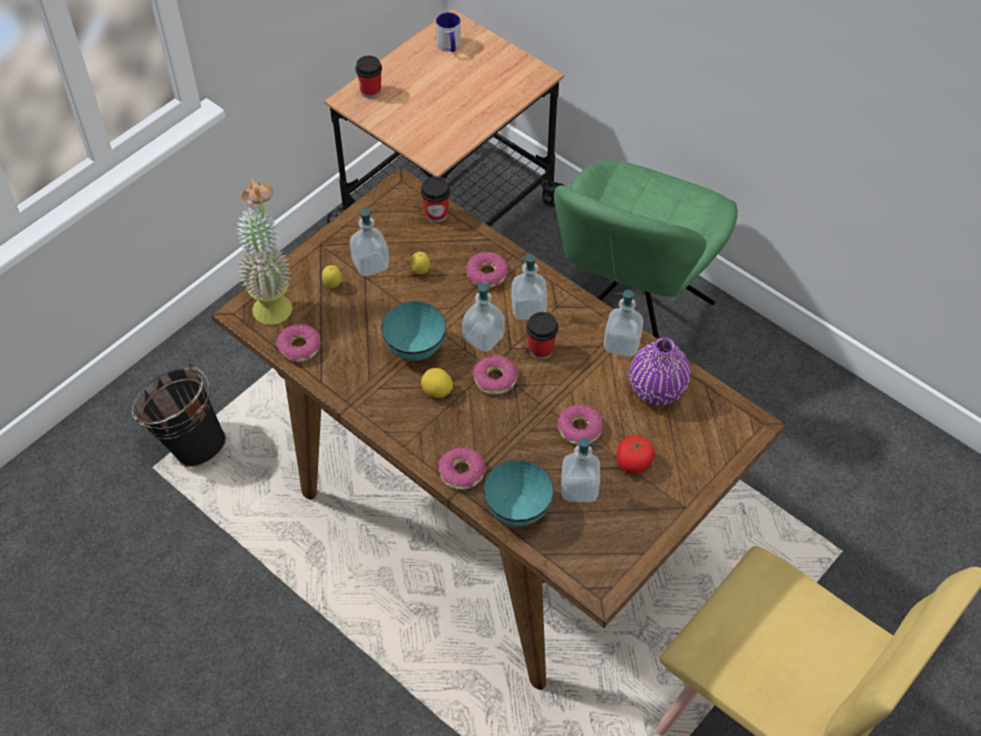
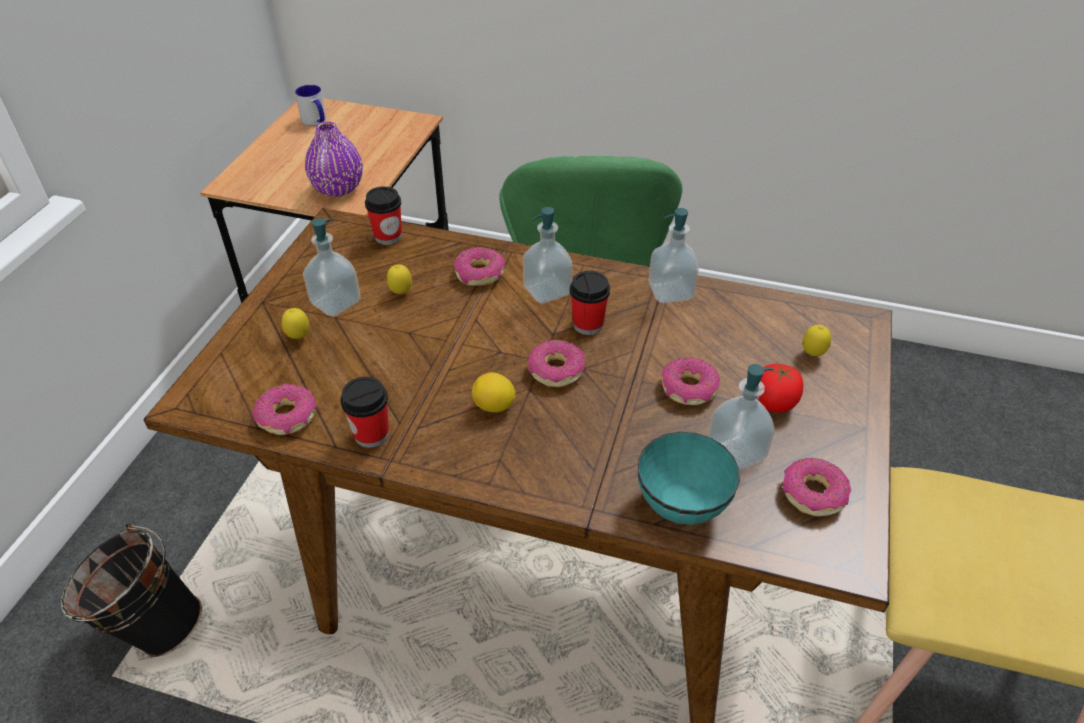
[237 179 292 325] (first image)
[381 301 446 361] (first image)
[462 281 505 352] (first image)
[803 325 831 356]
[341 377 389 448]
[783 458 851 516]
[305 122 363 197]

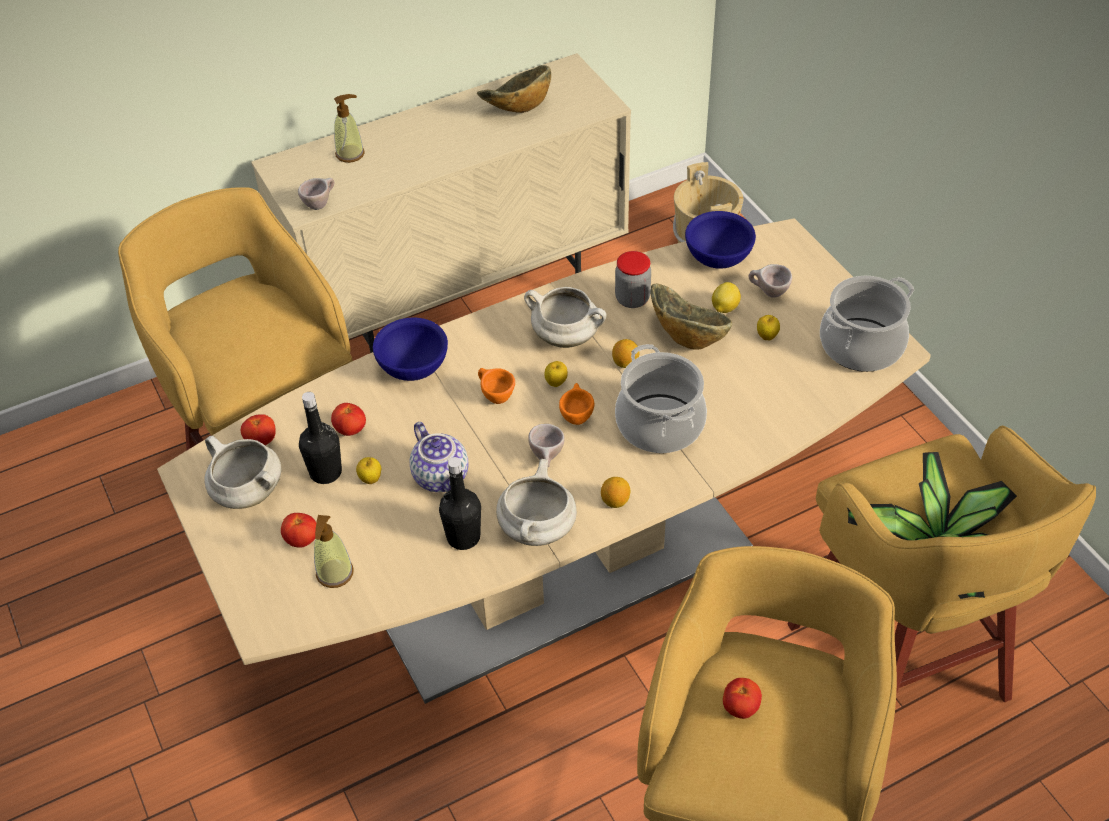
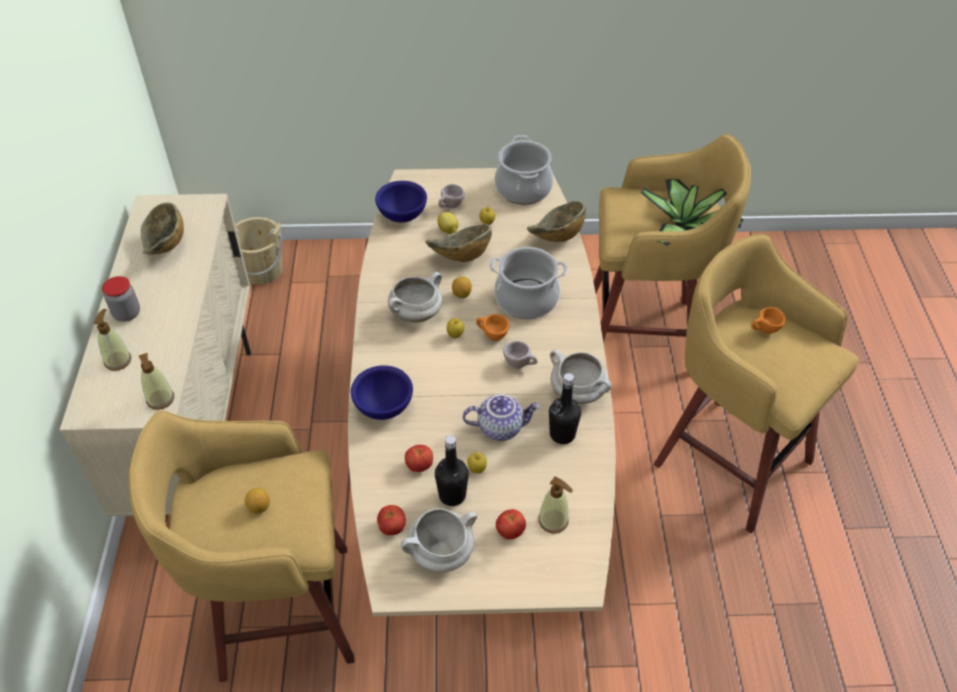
[723 678 762 719] (first image)
[527 201 586 242]
[751 307 786 334]
[245 488 270 514]
[102 276 140 322]
[139 353 174 410]

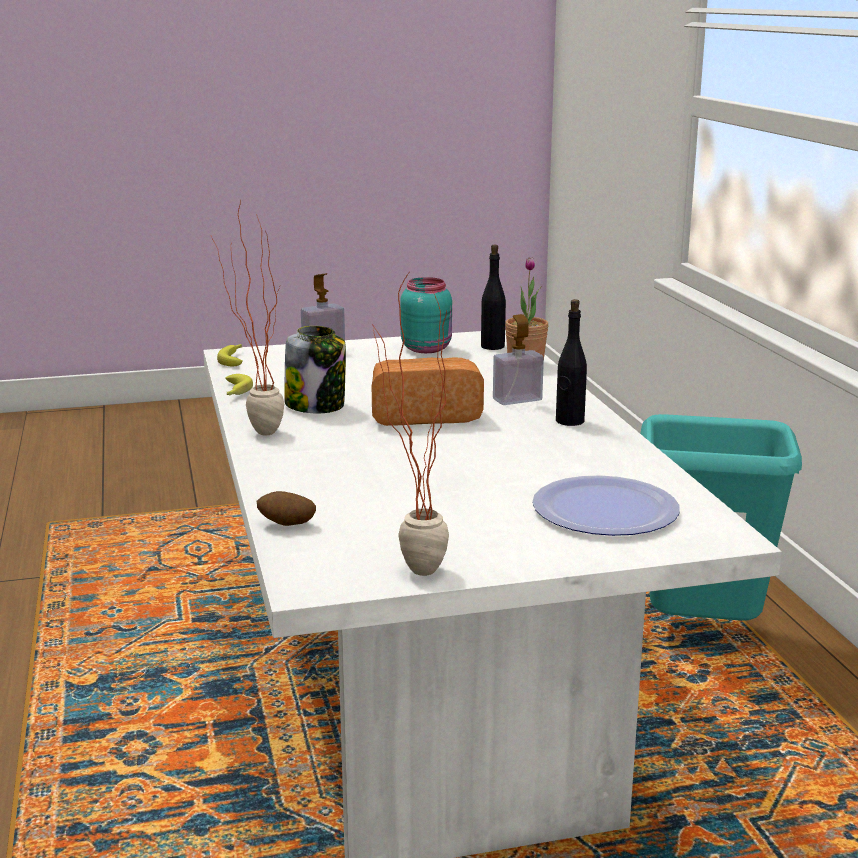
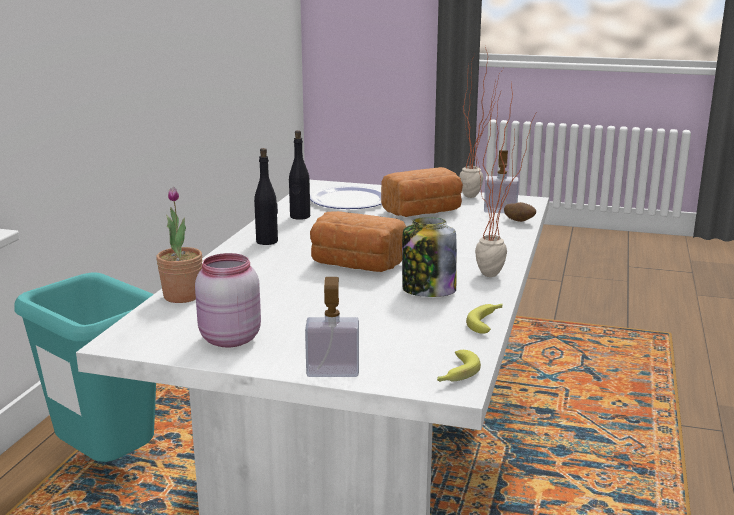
[381 167 463 217]
[289 130 310 220]
[484 150 519 213]
[195 253 261 347]

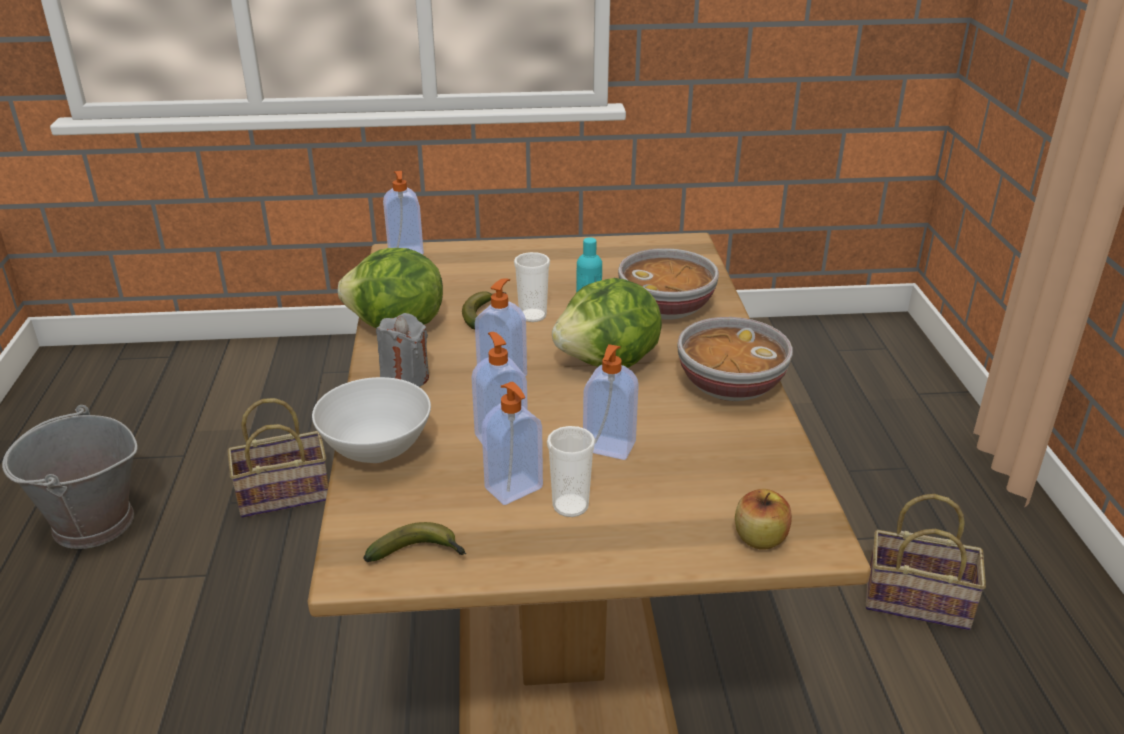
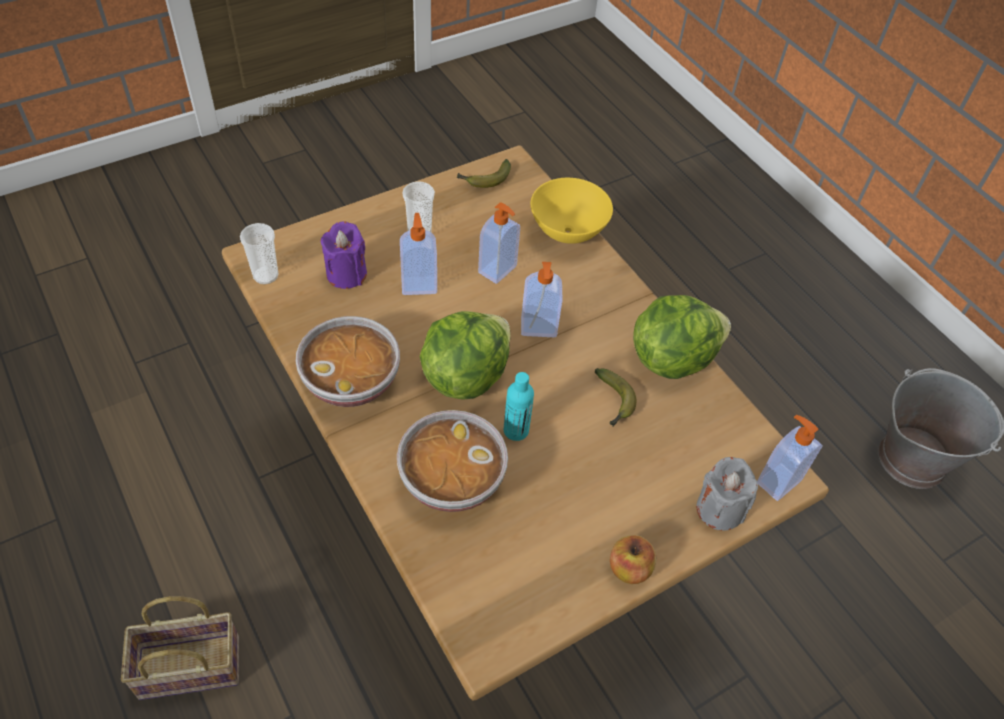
[227 398 329 518] (first image)
[482 382 543 505] (first image)
[320 222 367 289]
[696 457 758 530]
[240 223 279 284]
[610 535 657 584]
[531 178 613 244]

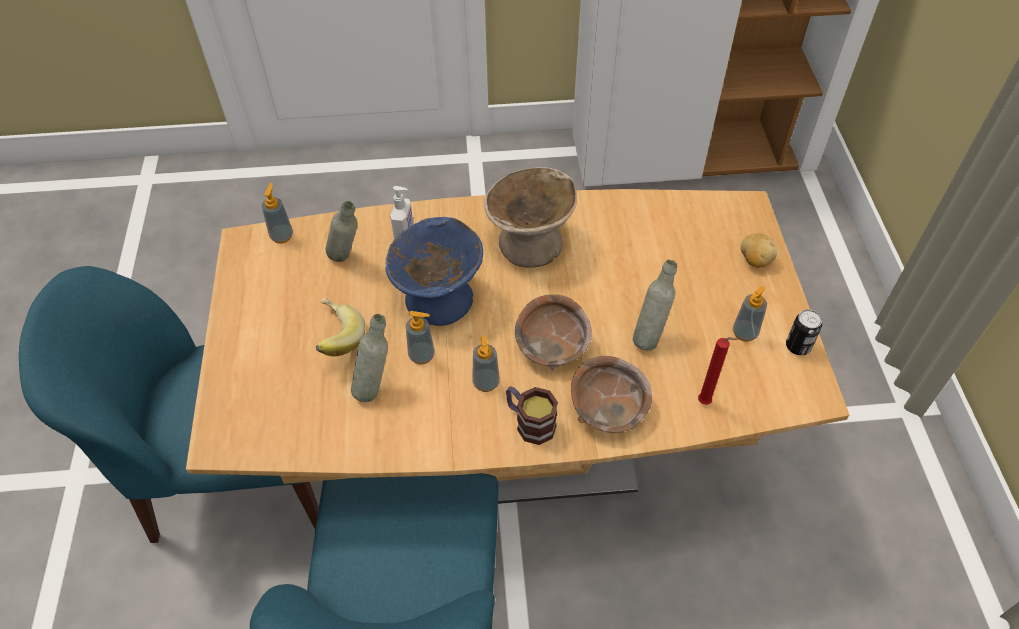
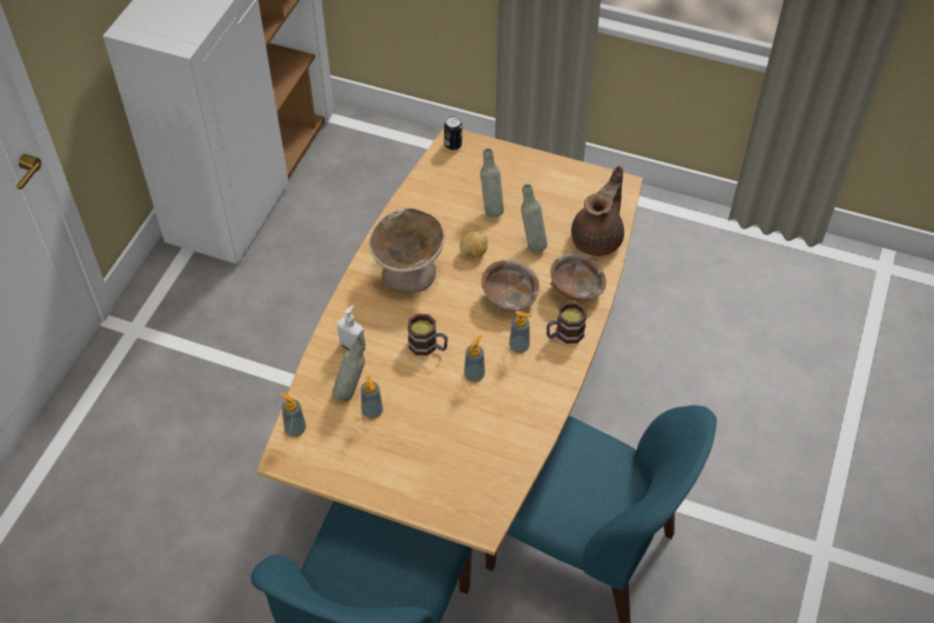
[316 297 365 356] (first image)
[480 148 504 217]
[361 375 383 419]
[460 231 488 257]
[444 116 462 150]
[407 314 448 356]
[571 166 624 256]

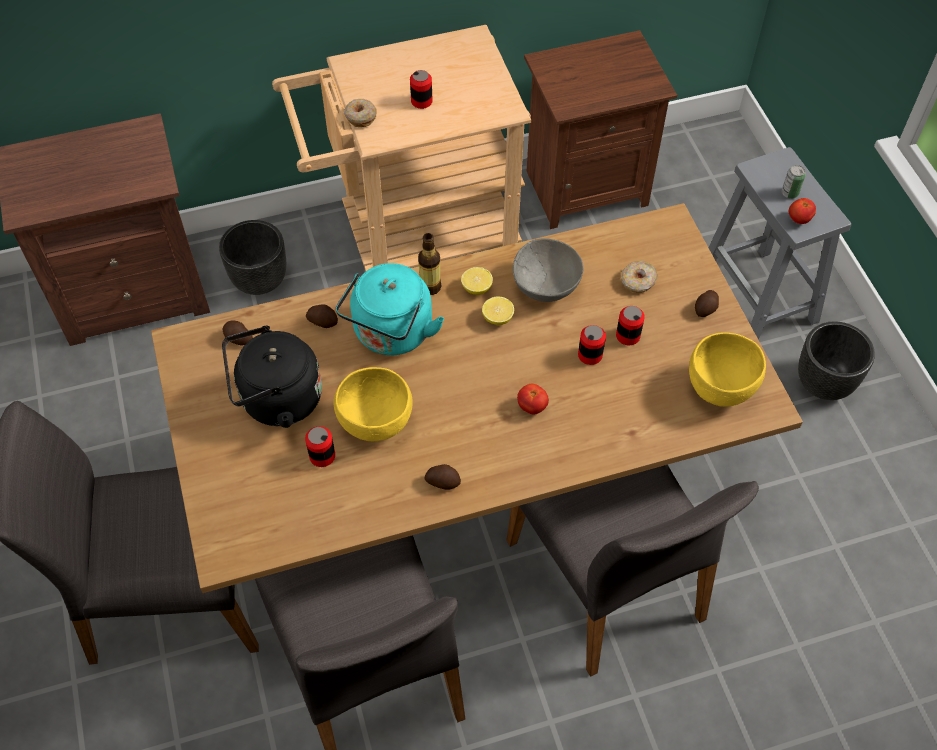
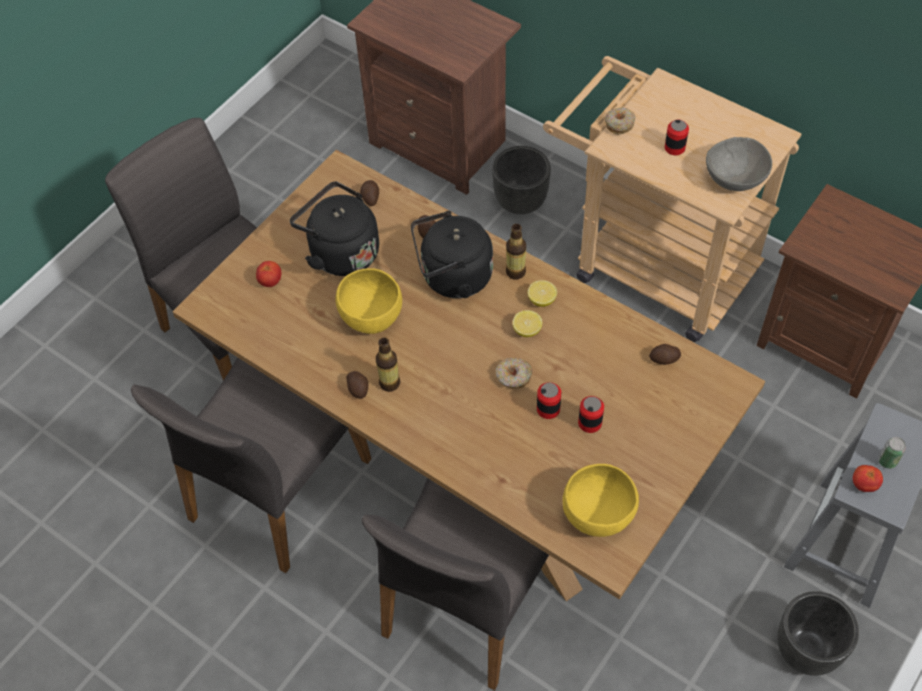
[305 426 335 467] (first image)
[376 338 400 392]
[706 137 772 191]
[256 261 281 287]
[496 358 533 388]
[649 344 681 365]
[411 211 493 298]

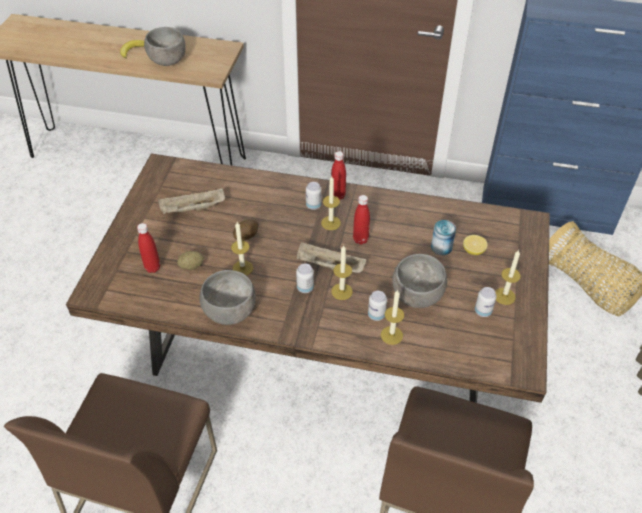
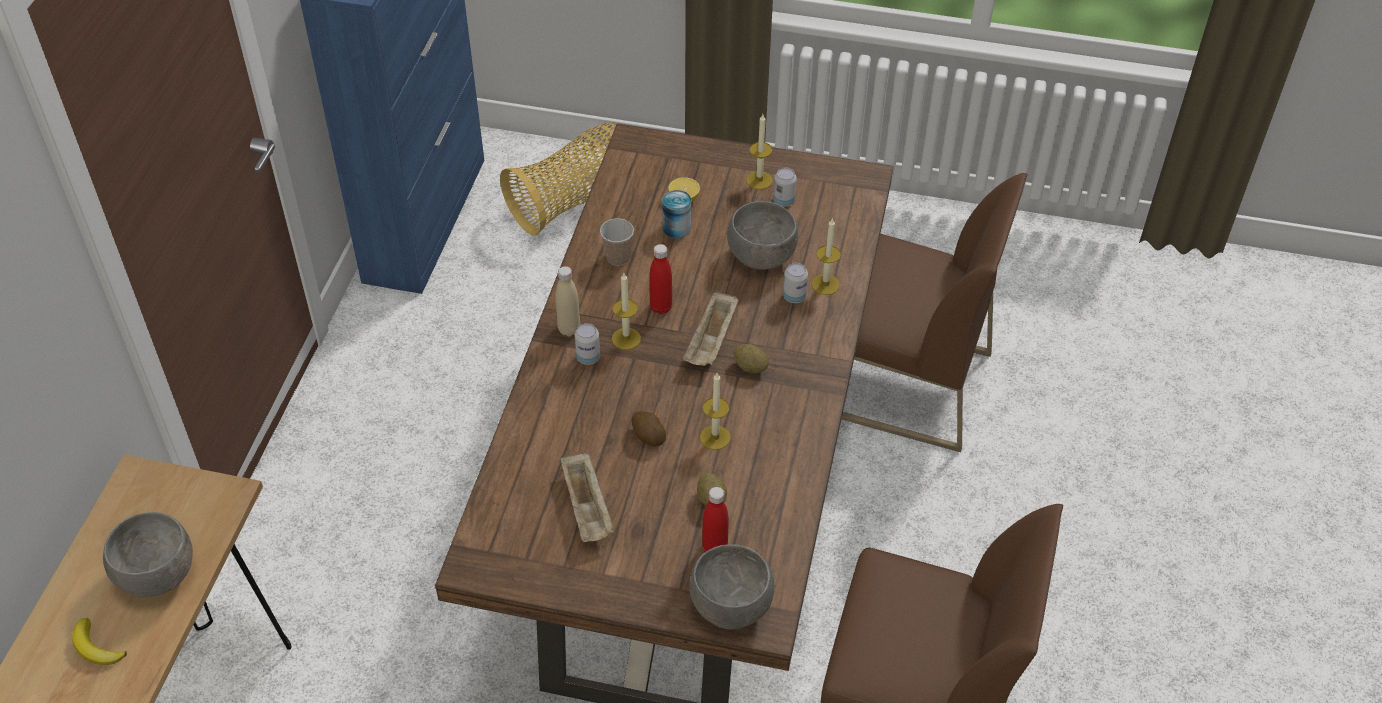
[331 245 353 300] (first image)
[600 218 634 266]
[690 544 774 629]
[734 344 769 373]
[555 266 580 337]

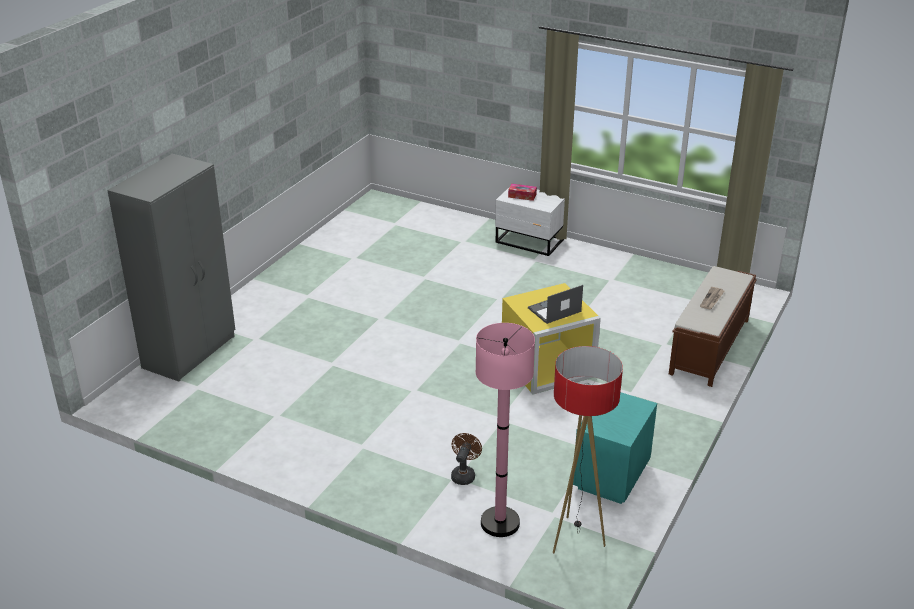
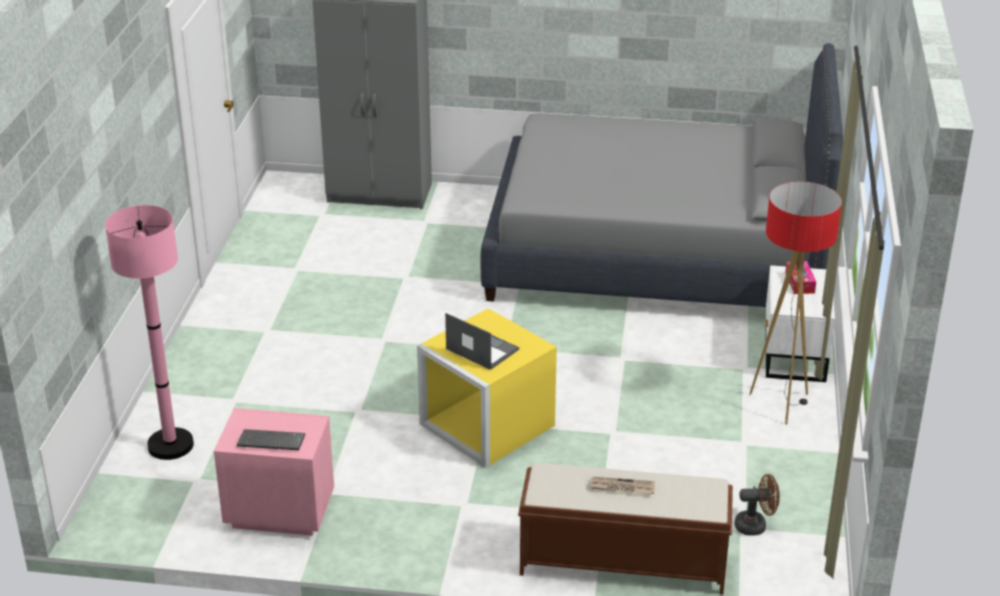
[237 429 305 450]
[481 43 843 307]
[734 474 780 536]
[750 182 842 424]
[214 408 334 536]

